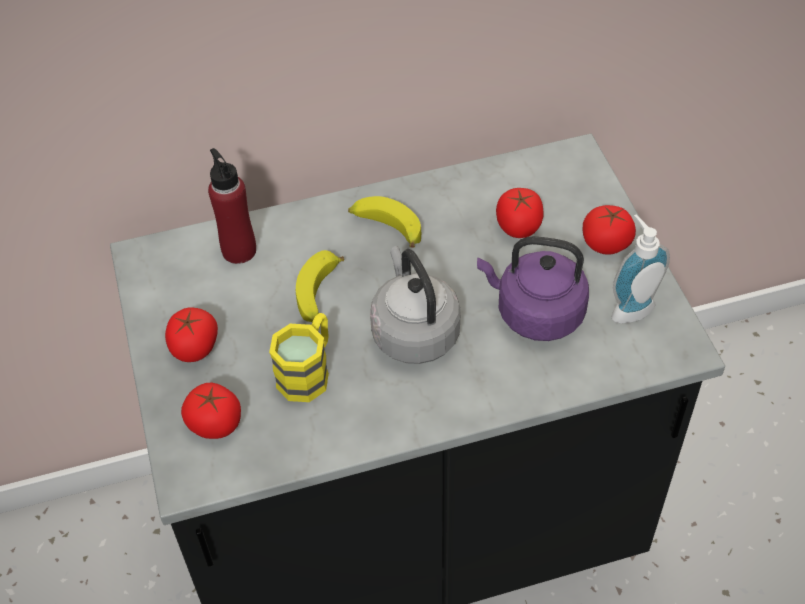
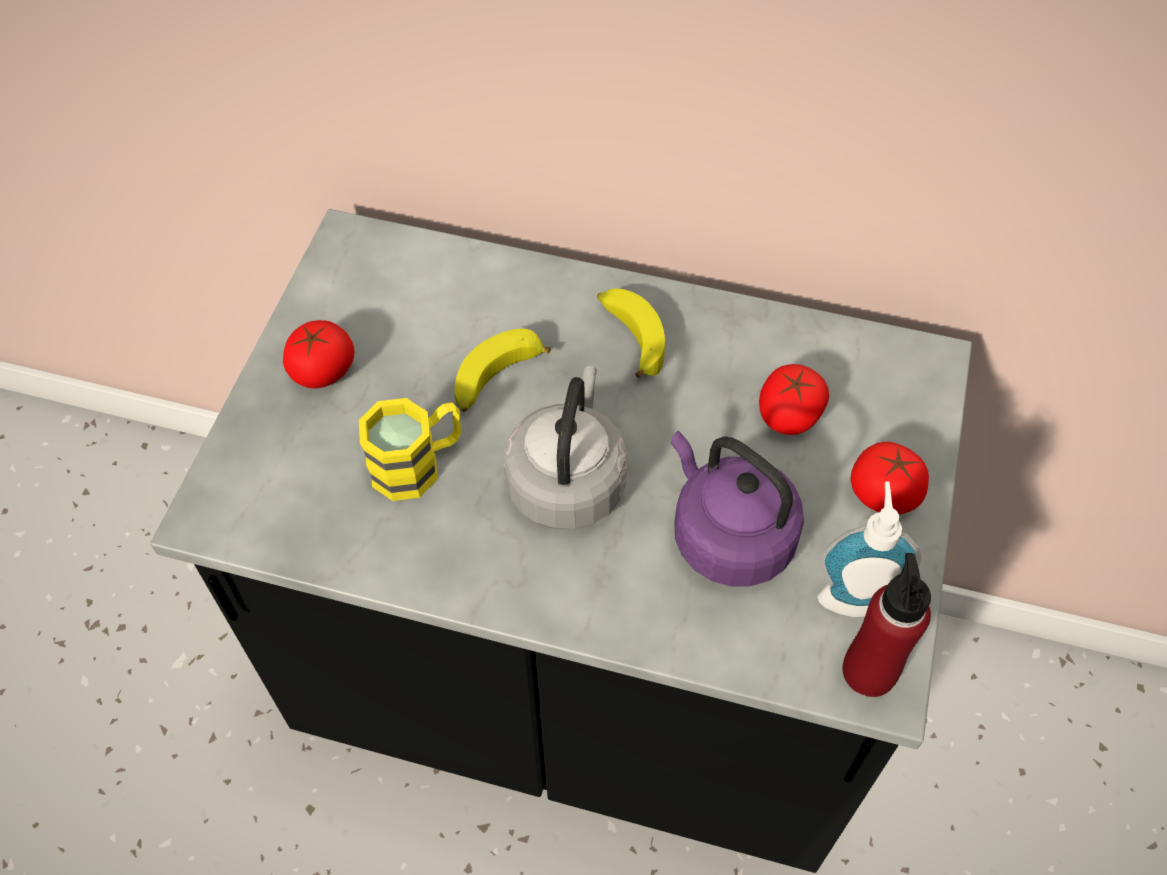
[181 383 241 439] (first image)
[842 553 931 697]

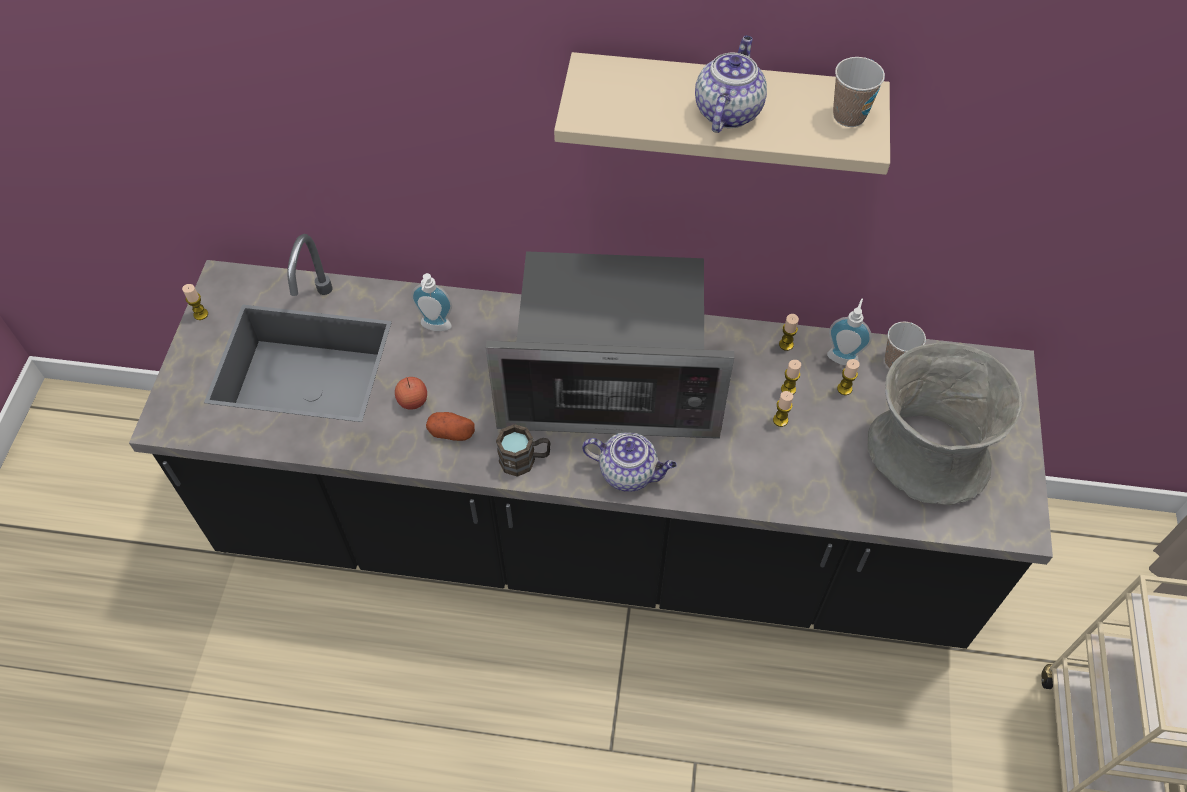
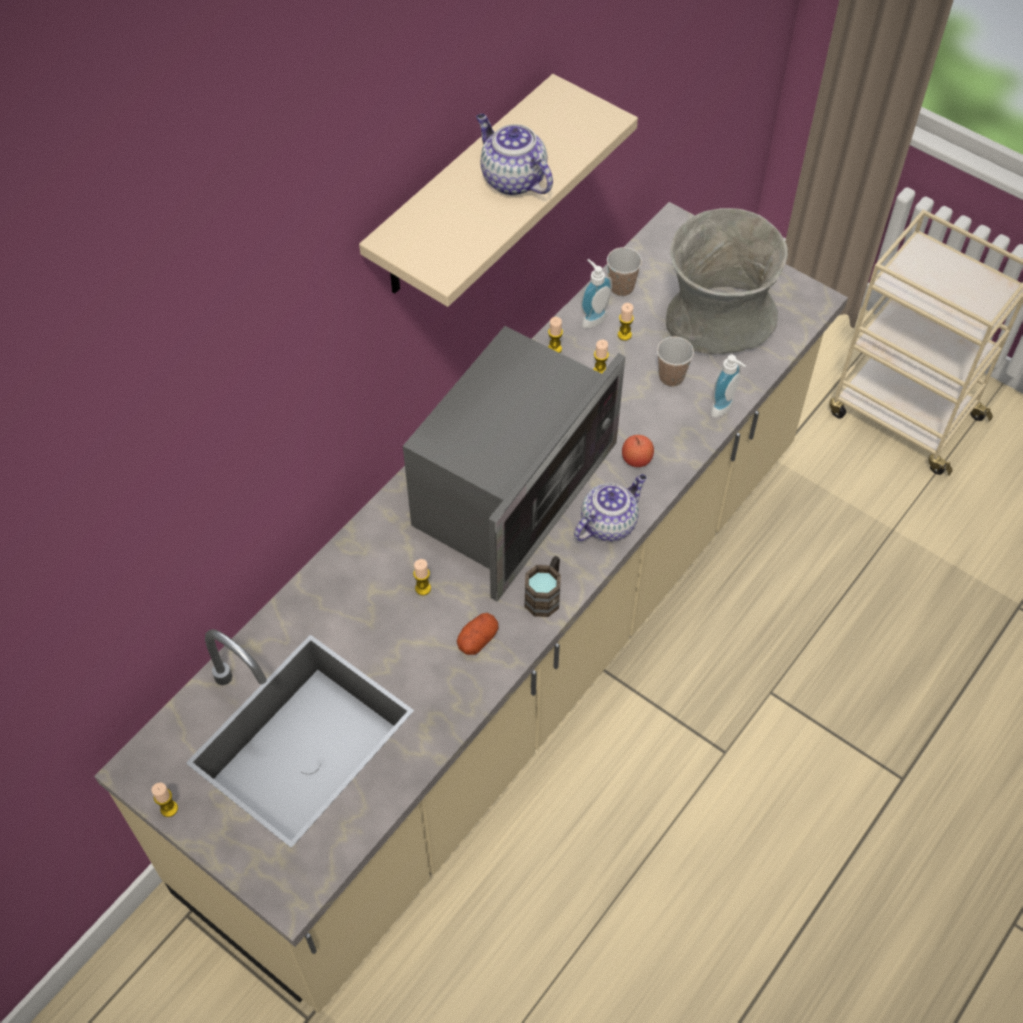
[622 435 654 467]
[710 355 746 418]
[413 559 431 595]
[657 337 694 387]
[94 202 848 1013]

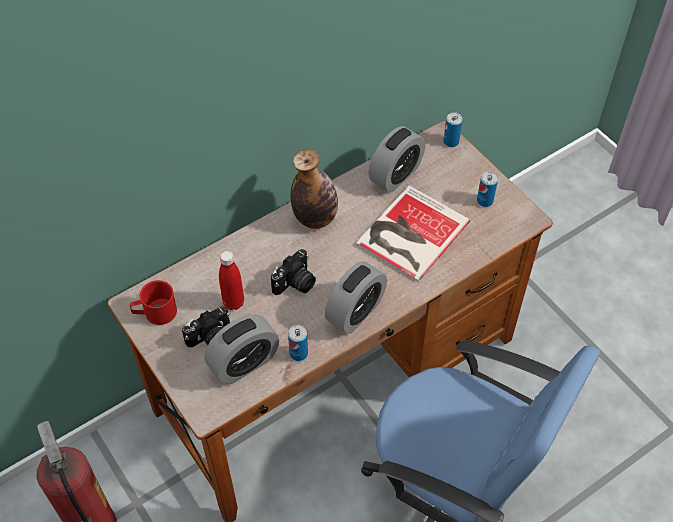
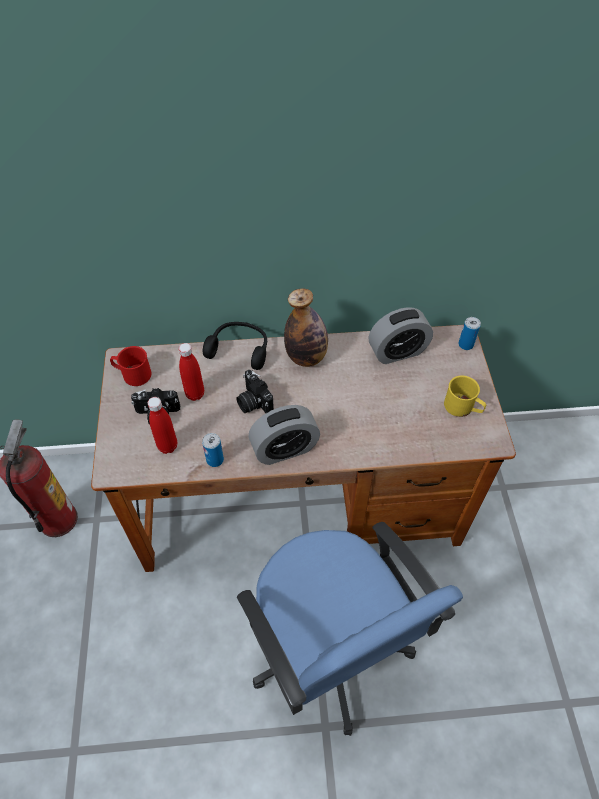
[356 185 470 282] (first image)
[203 322 267 370]
[148 397 177 454]
[444 376 486 417]
[236 370 274 413]

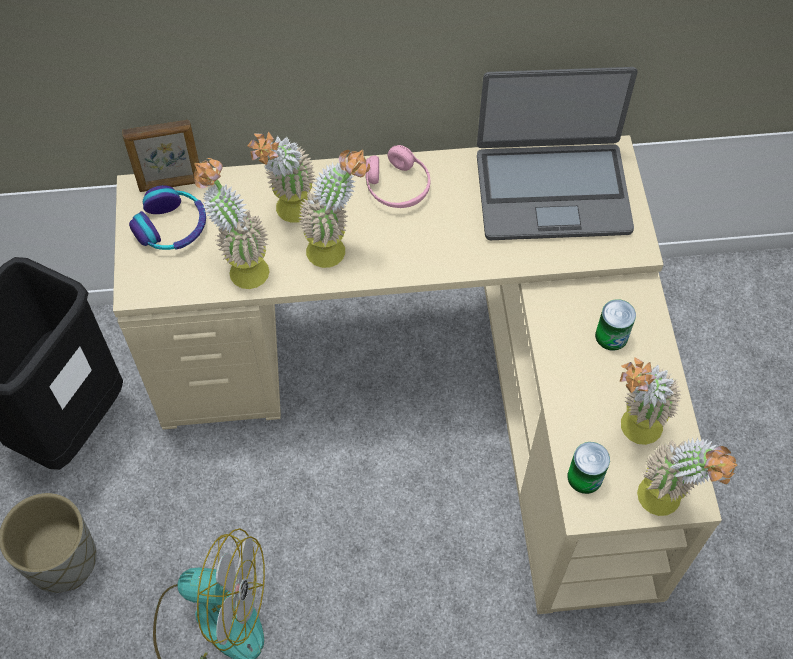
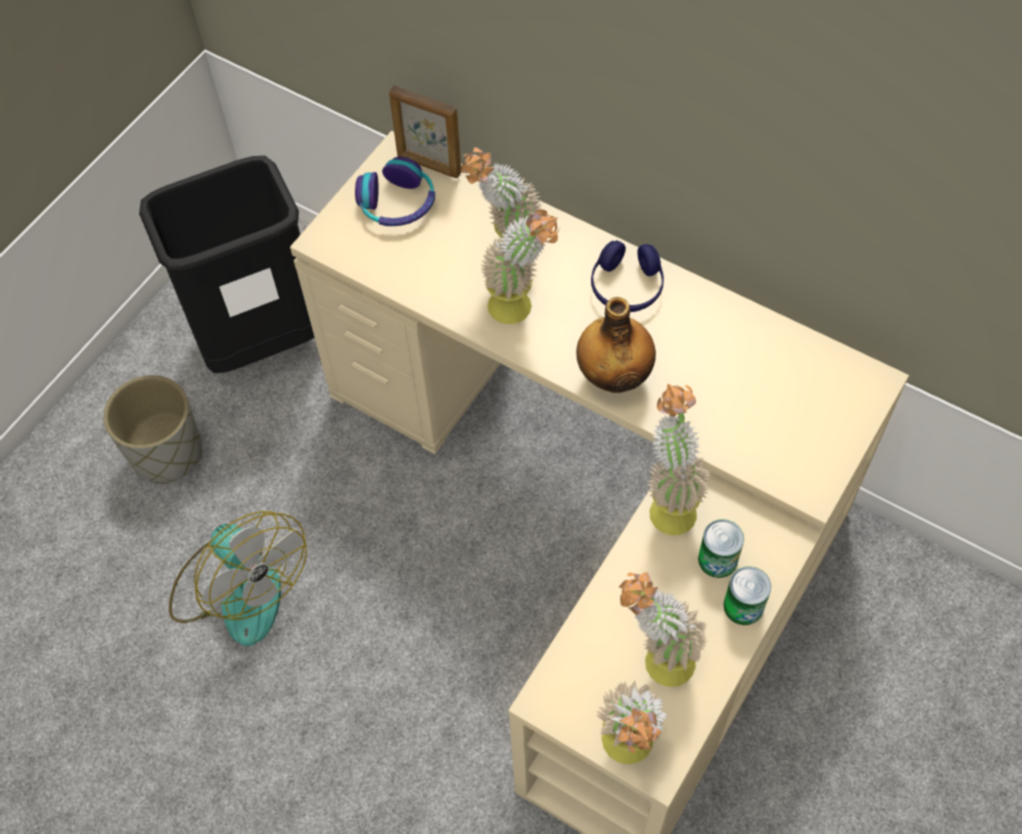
[477 67 638 240] (first image)
[576 297 656 393]
[646 384 712 535]
[723 566 771 625]
[591 241 664 312]

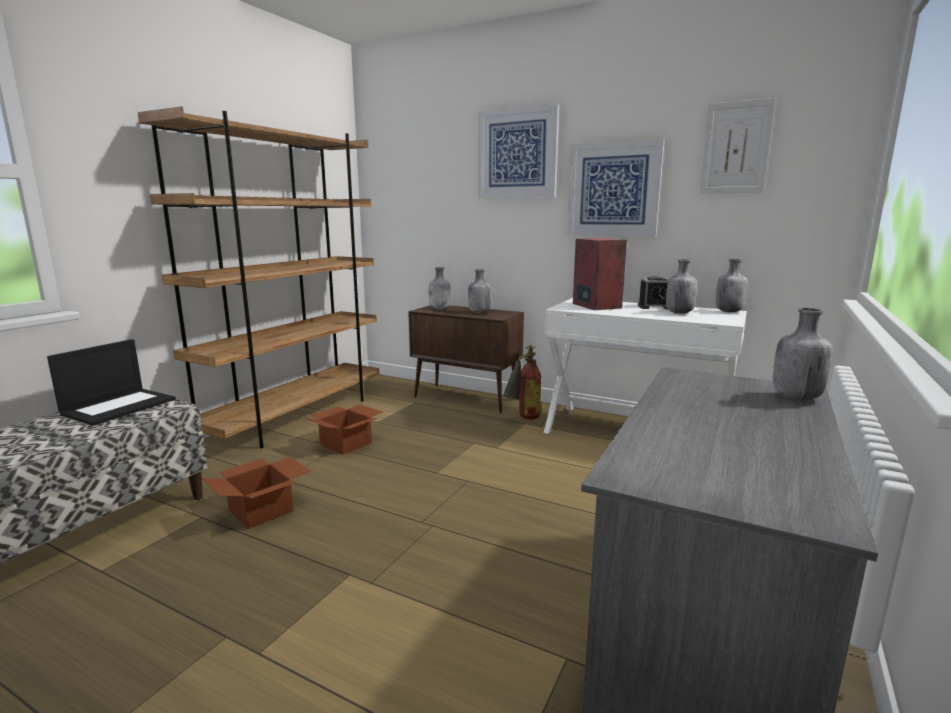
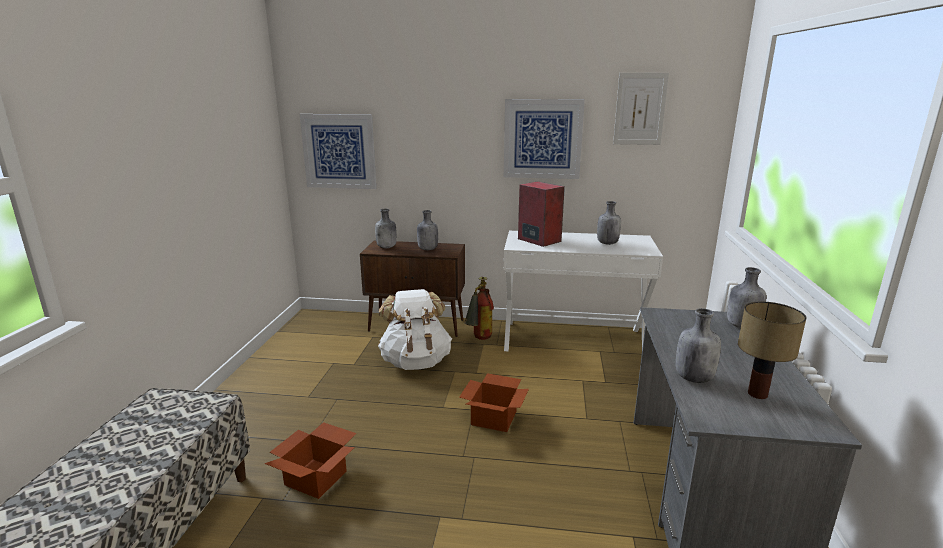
[47 339 176 426] (first image)
[138 106 379 448] (first image)
[638 276 669 309] (first image)
[378 289 452 370]
[738 301 806 399]
[459 373 529 432]
[300 114 376 189]
[676 308 721 383]

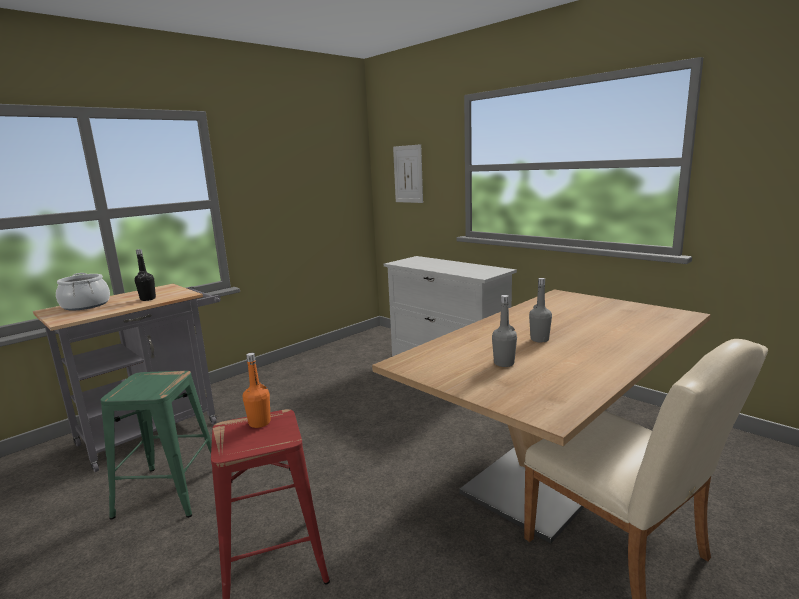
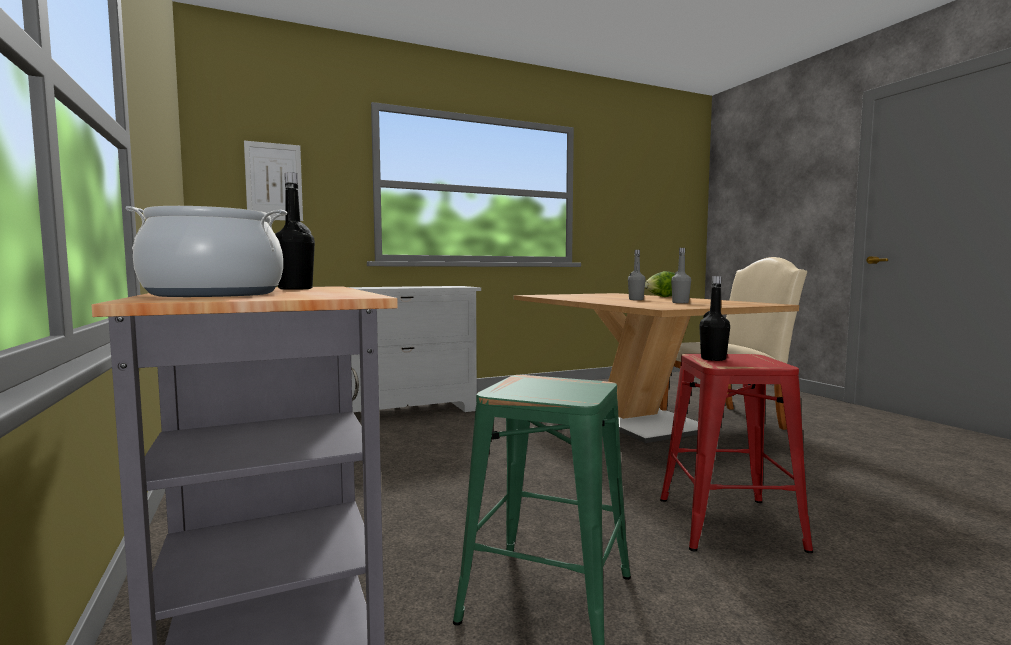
[645 271 675 297]
[699 276 730 361]

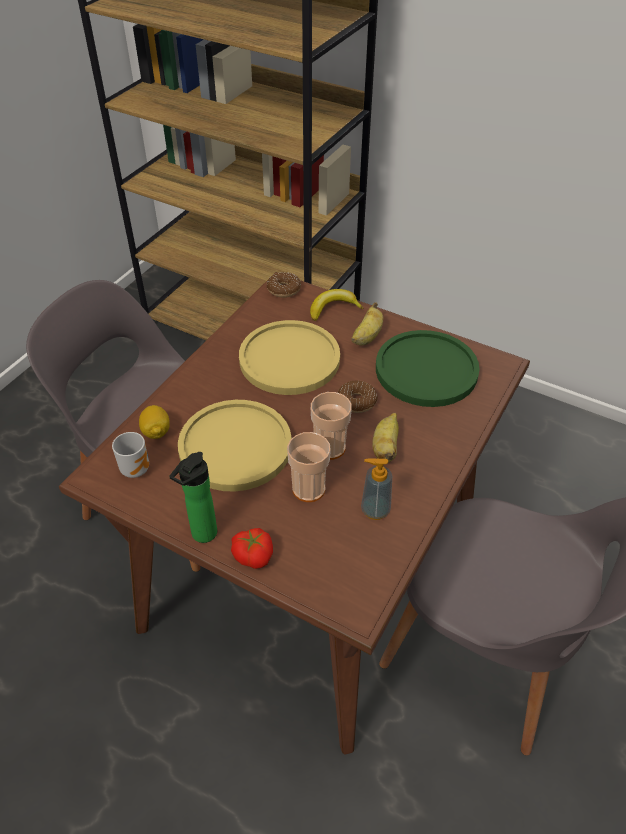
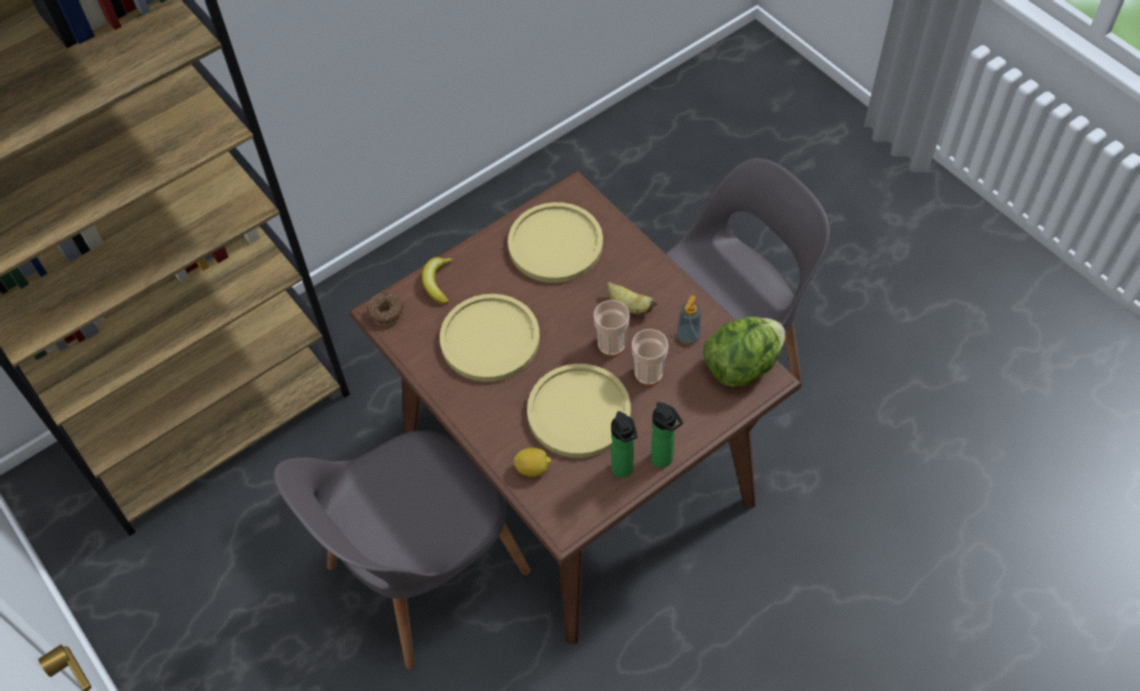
[112 432 149 478] (first image)
[231 528 273 569] (first image)
[338 380 378 413] (first image)
[351 302 383 345] (first image)
[611 411 637 478]
[703 317 785 387]
[508 202 603 283]

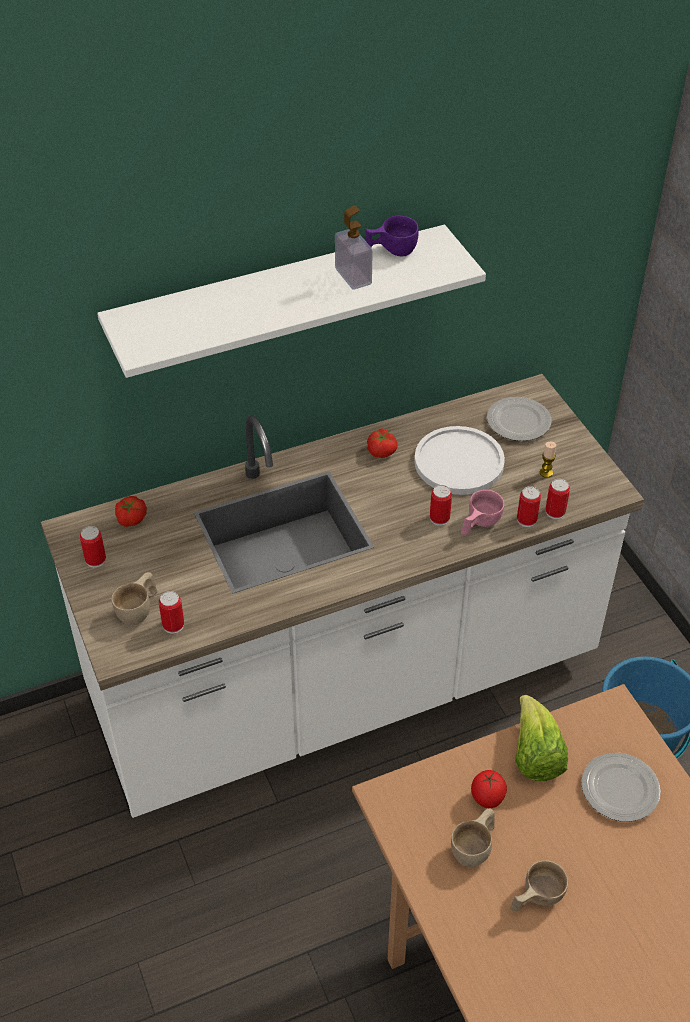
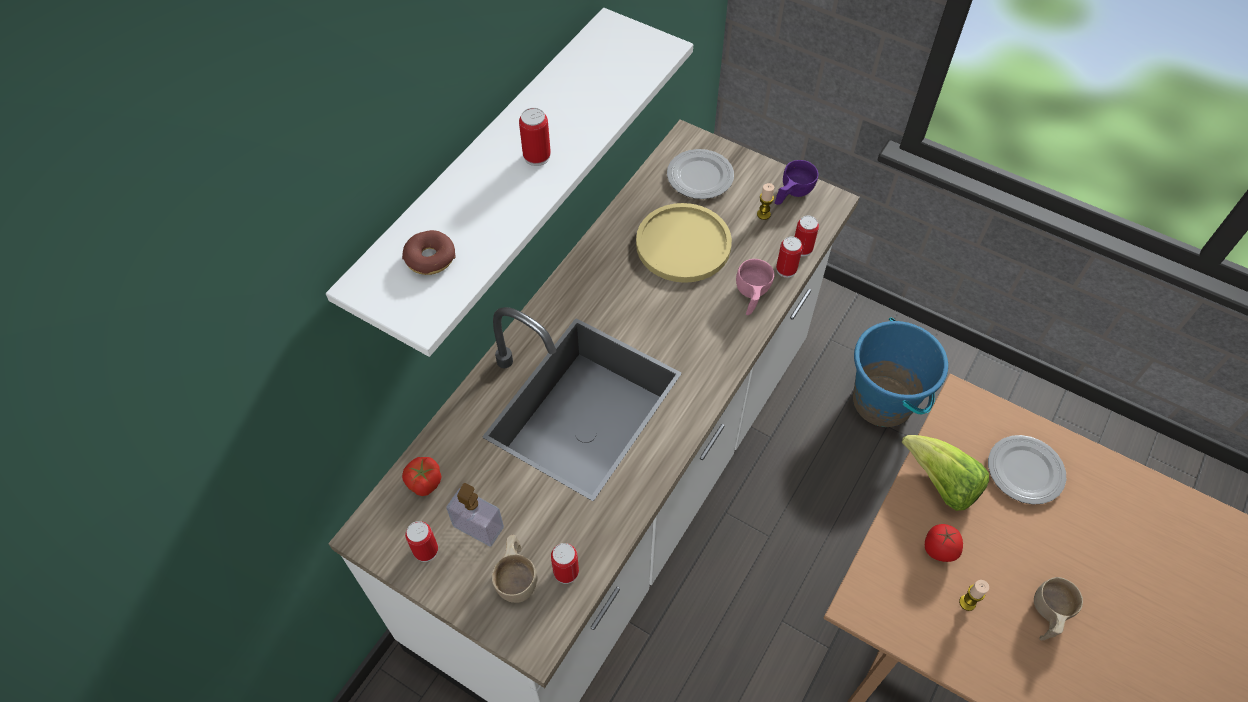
[367 428 398 458] (first image)
[402 230 456 275]
[446 483 504 547]
[774 160 818 205]
[519 108 551 166]
[959 580 989 611]
[636 203 732 283]

